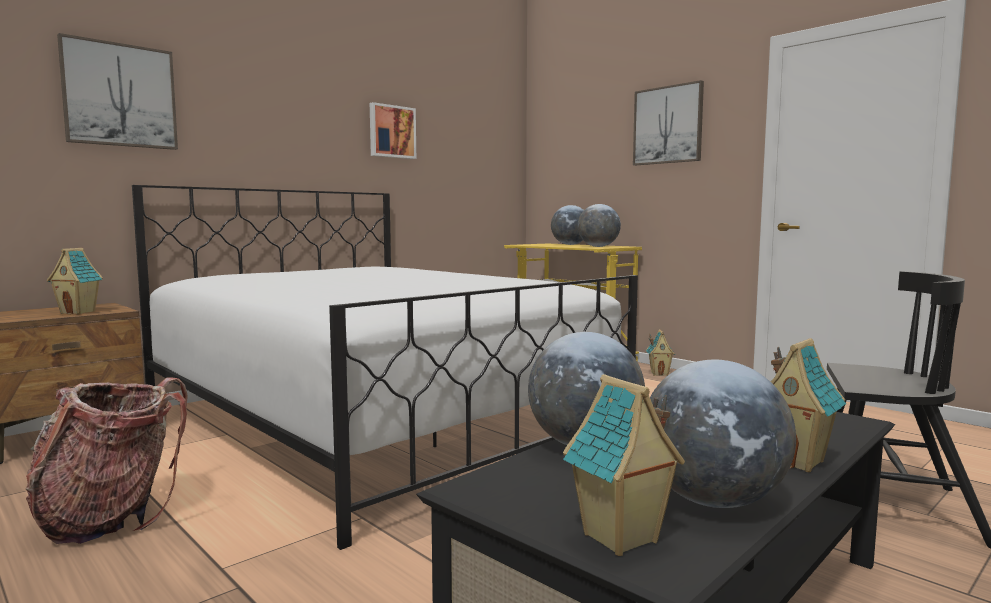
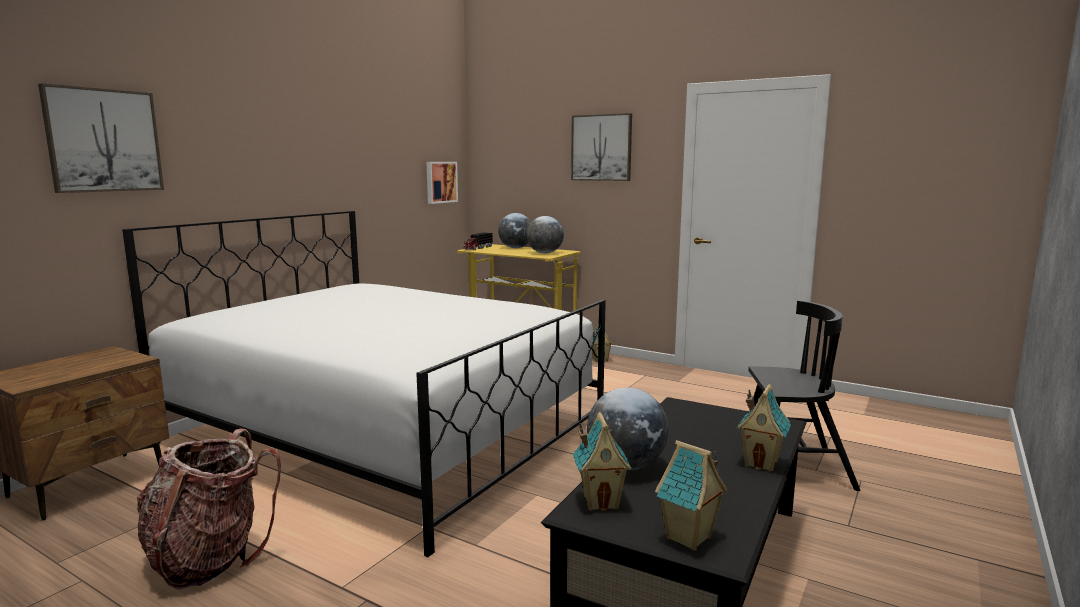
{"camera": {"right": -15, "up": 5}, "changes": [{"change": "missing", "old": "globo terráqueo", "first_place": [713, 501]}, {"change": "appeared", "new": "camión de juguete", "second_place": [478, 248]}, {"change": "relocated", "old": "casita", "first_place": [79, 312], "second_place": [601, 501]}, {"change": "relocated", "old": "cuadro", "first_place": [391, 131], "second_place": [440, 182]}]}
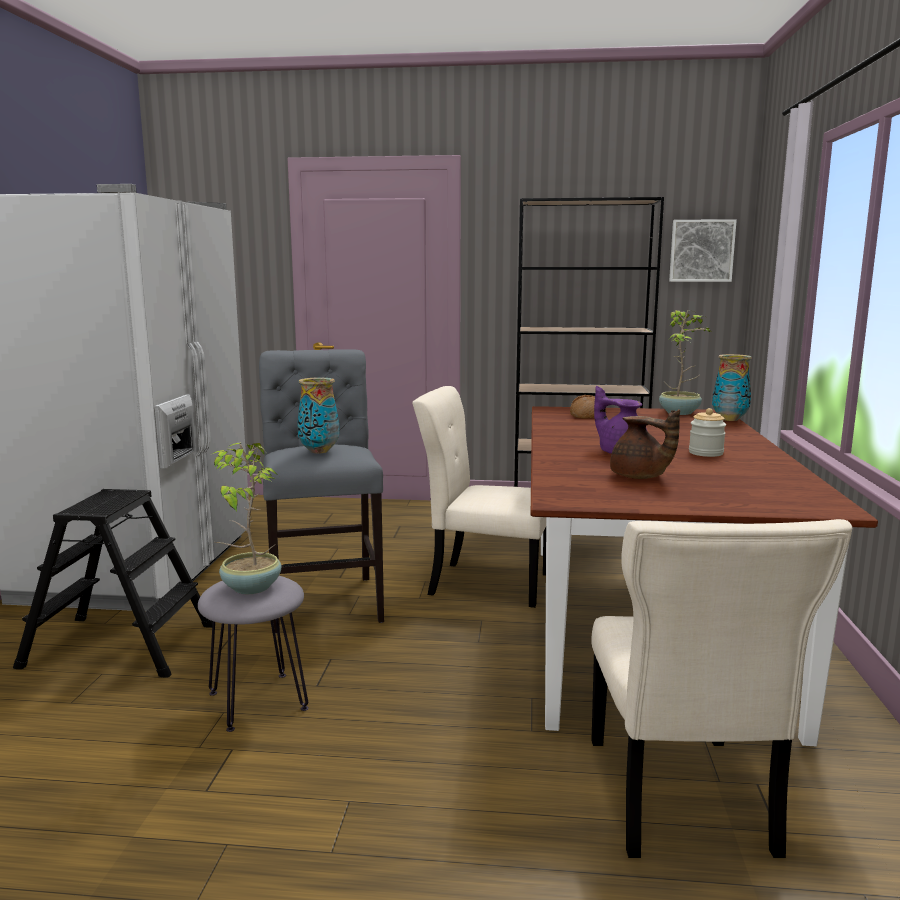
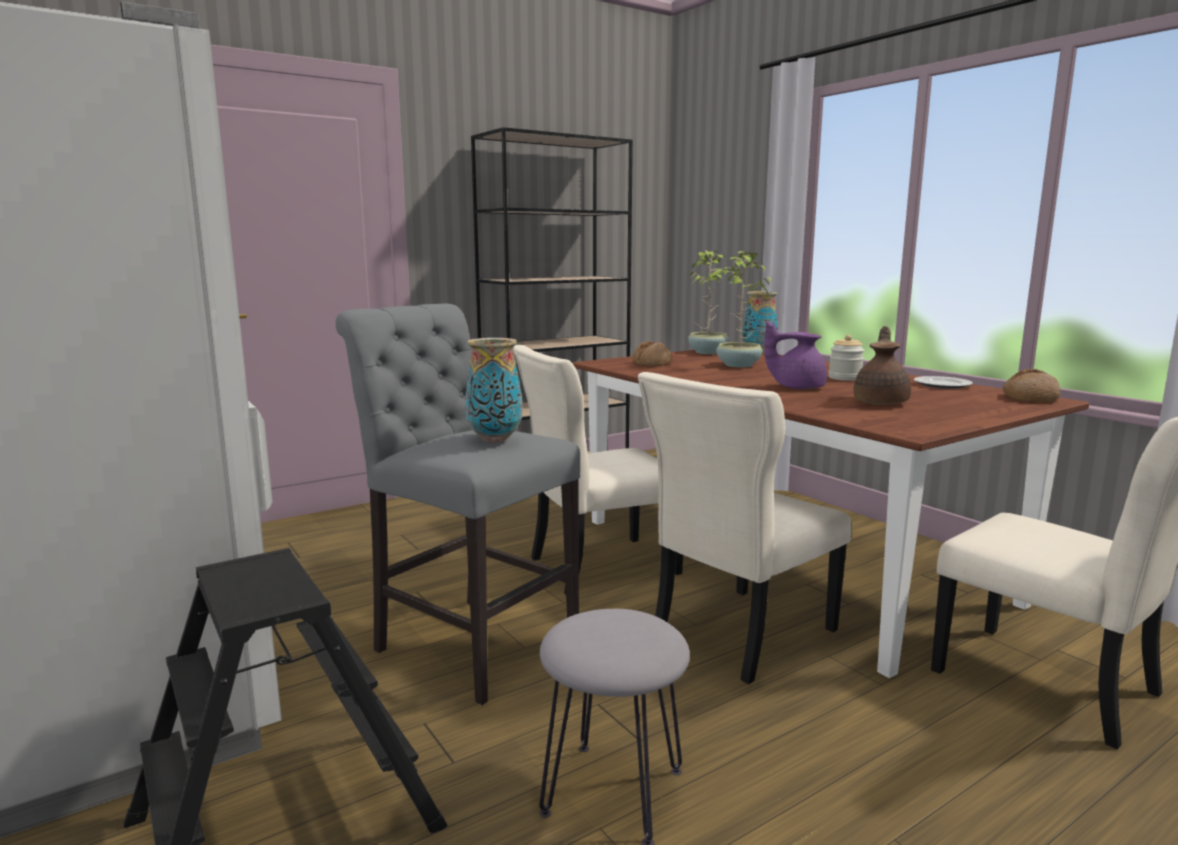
{"camera": {"right": -40, "up": 0}, "changes": [{"change": "missing", "old": "cuadro", "first_place": [701, 251]}, {"change": "appeared", "new": "silla (beis)", "second_place": [738, 635]}, {"change": "appeared", "new": "plato", "second_place": [942, 385]}, {"change": "appeared", "new": "pan", "second_place": [1030, 398]}, {"change": "relocated", "old": "planta en maceta", "first_place": [250, 588], "second_place": [738, 365]}, {"change": "spun", "old": "tetera (marrón)", "first_place": [639, 477], "second_place": [881, 402], "degrees": -75}]}
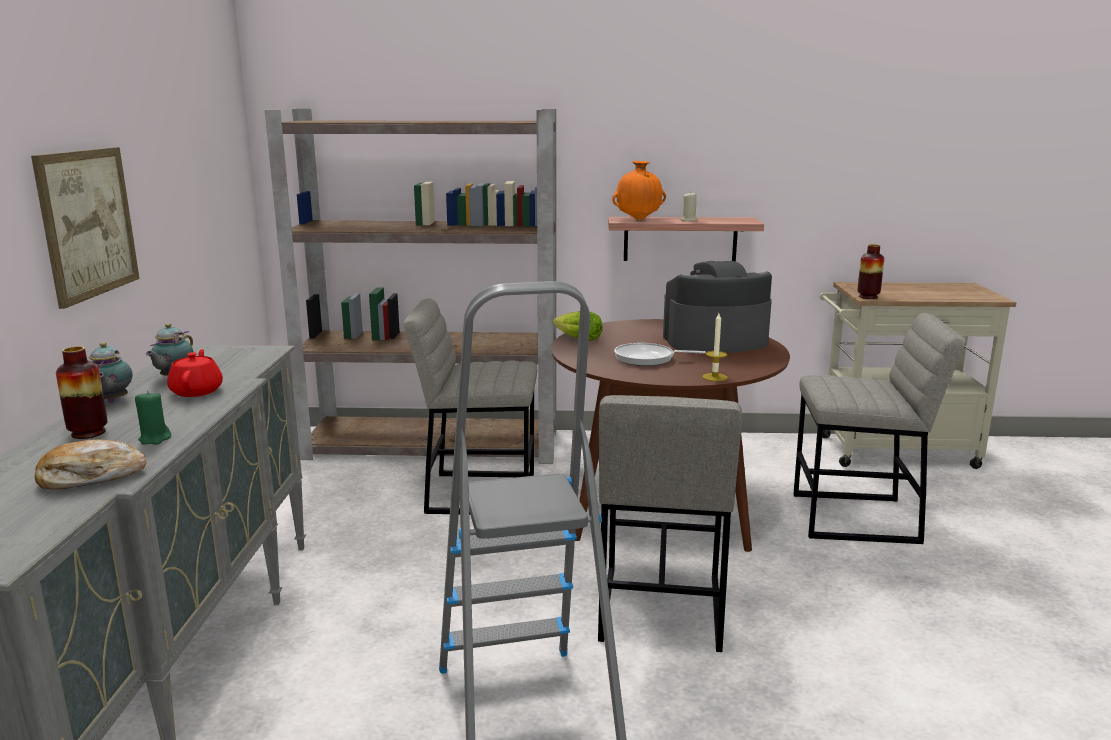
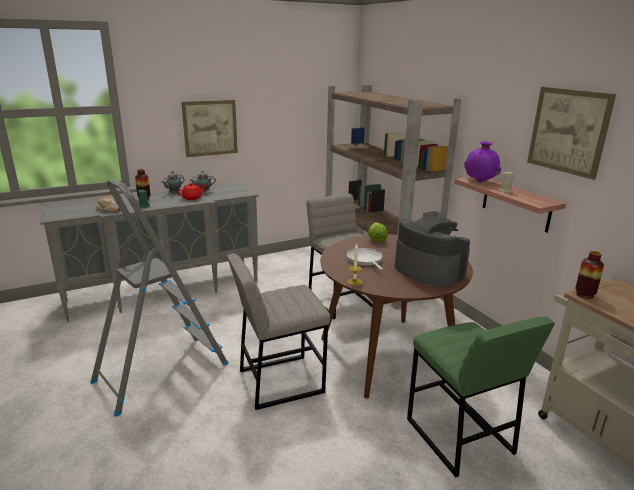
{"camera": {"right": 60, "up": 5}, "changes": [{"change": "appeared", "new": "cuadro", "second_place": [568, 131]}, {"change": "colour", "old": "florero (naranja)", "new": "florero (morado)", "first_place": [639, 220], "second_place": [480, 182]}, {"change": "colour", "old": "silla (gris)", "new": "silla (verde)", "first_place": [858, 518], "second_place": [461, 438]}]}
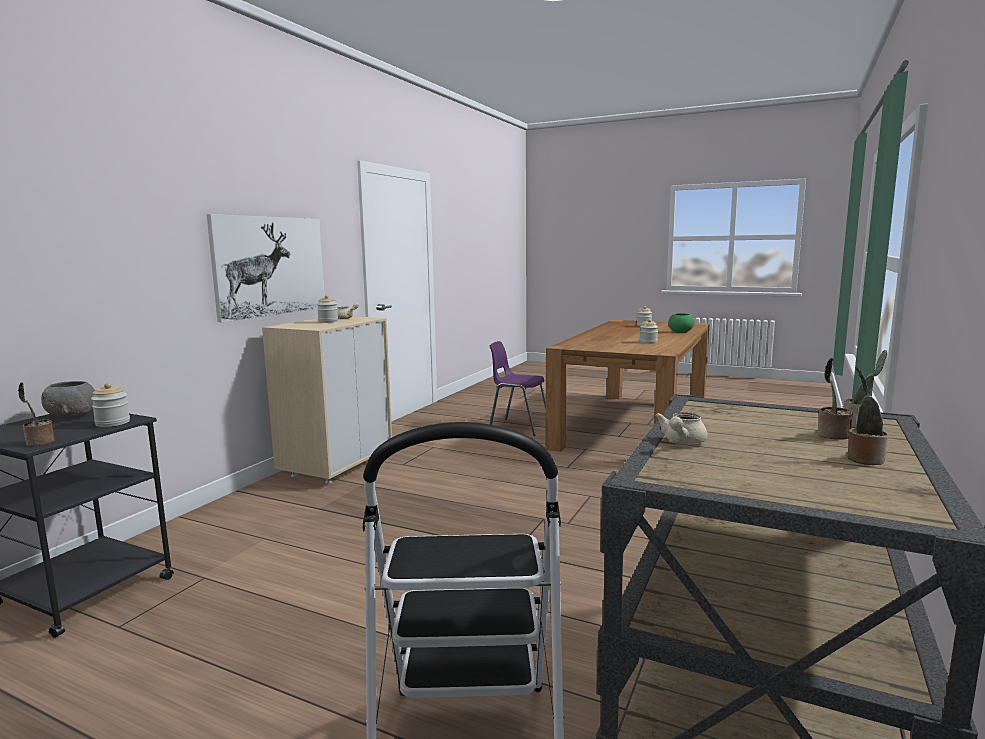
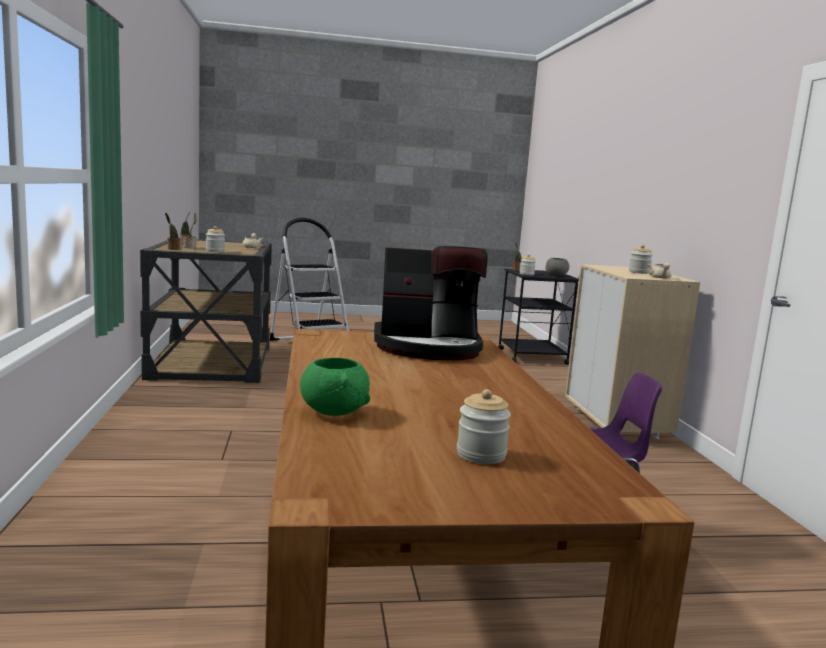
{"camera": {"right": 145, "up": 0}, "changes": [{"change": "missing", "old": "cuadro", "first_place": [270, 266]}, {"change": "appeared", "new": "cafetera", "second_place": [428, 347]}, {"change": "relocated", "old": "tarro", "first_place": [648, 342], "second_place": [215, 251]}]}
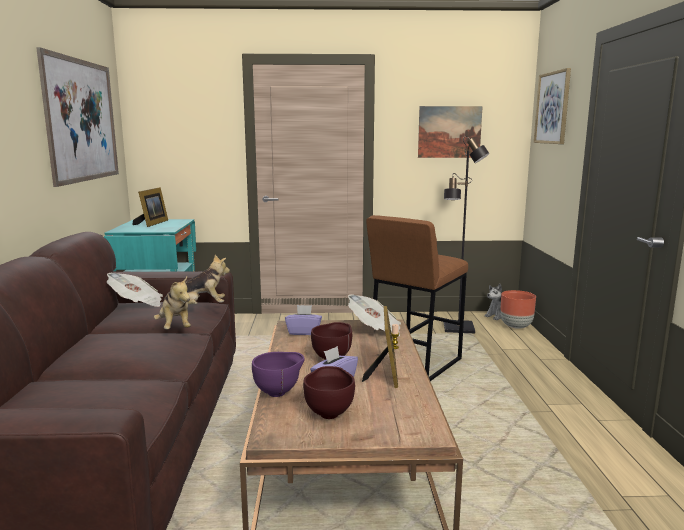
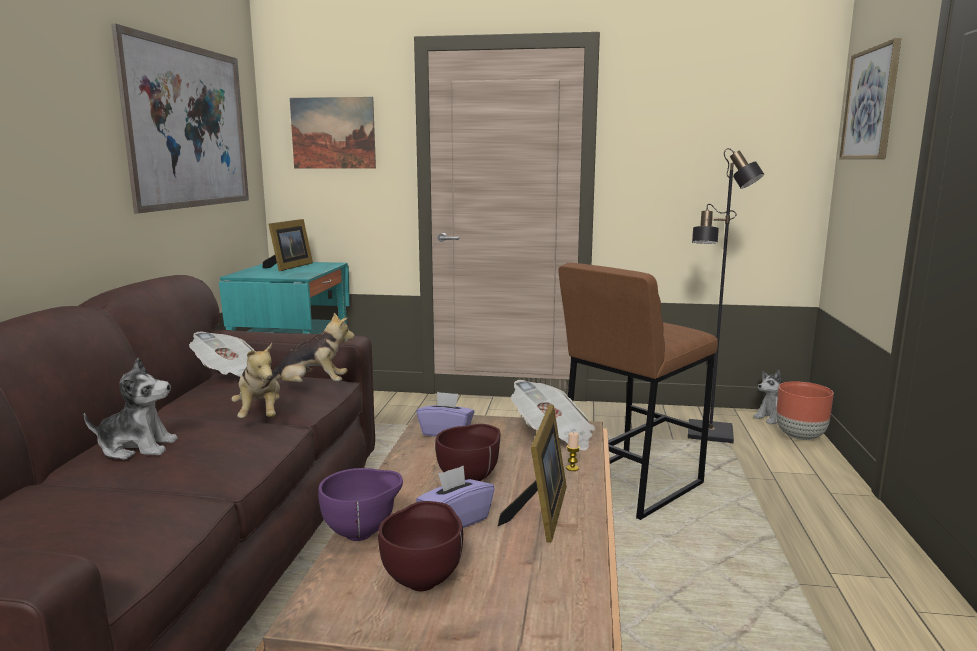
{"camera": {"right": 10, "up": 0}, "changes": [{"change": "appeared", "new": "peluche", "second_place": [137, 447]}, {"change": "relocated", "old": "cuadro", "first_place": [449, 132], "second_place": [333, 133]}]}
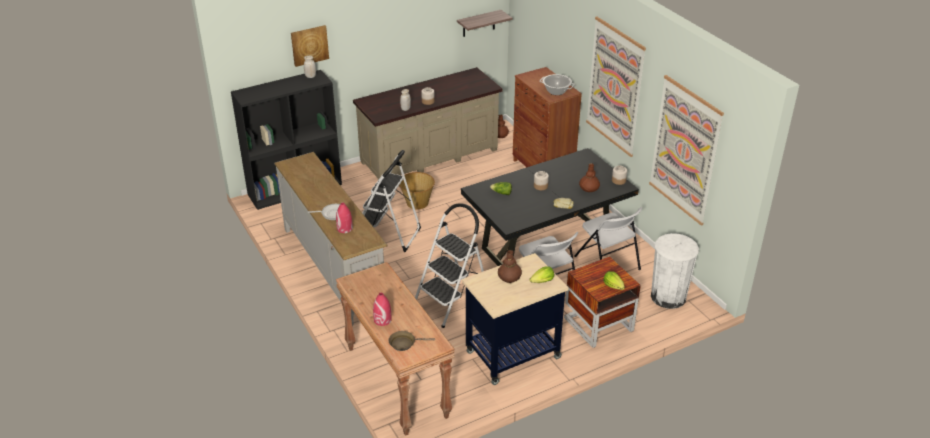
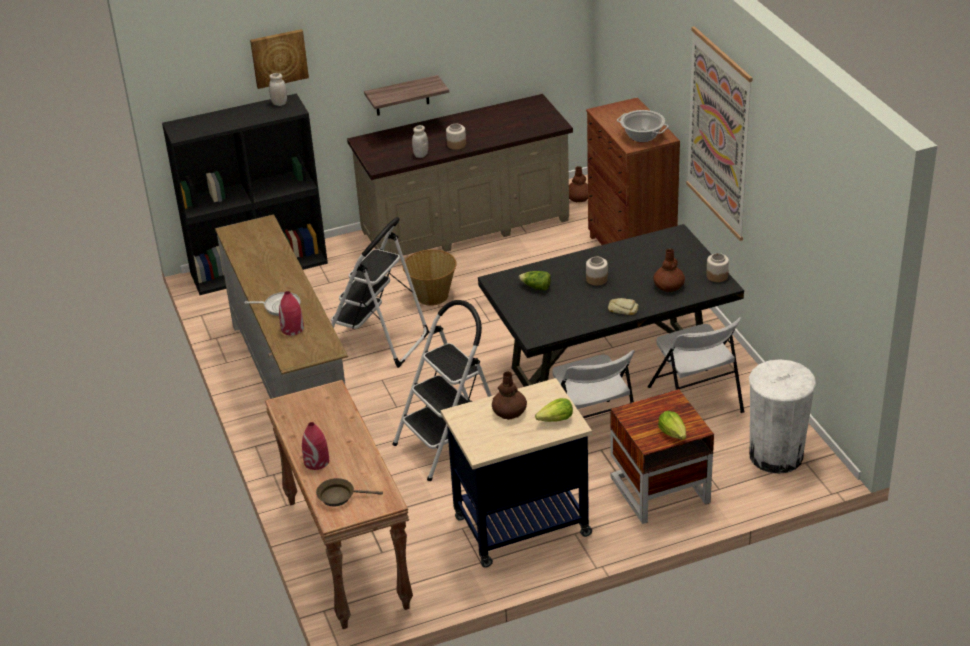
{"camera": {"right": 10, "up": 0}, "changes": [{"change": "missing", "old": "cuadro", "first_place": [684, 150]}, {"change": "relocated", "old": "estante", "first_place": [479, 23], "second_place": [402, 96]}]}
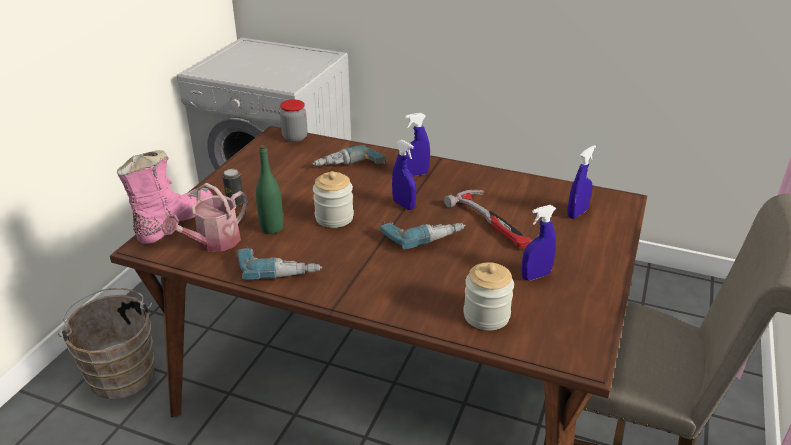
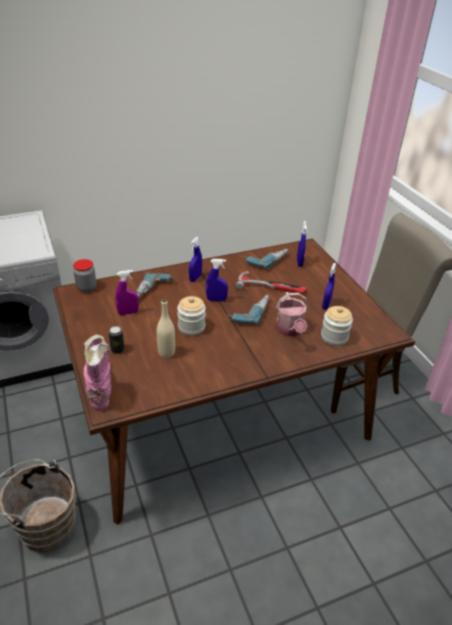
{"camera": {"right": -45, "up": 5}, "changes": [{"change": "appeared", "new": "pulverizador (morado)", "second_place": [128, 312]}, {"change": "relocated", "old": "regadera", "first_place": [213, 243], "second_place": [290, 330]}, {"change": "relocated", "old": "taladro", "first_place": [280, 268], "second_place": [266, 259]}, {"change": "colour", "old": "botella (verde)", "new": "botella (beis)", "first_place": [272, 228], "second_place": [166, 353]}]}
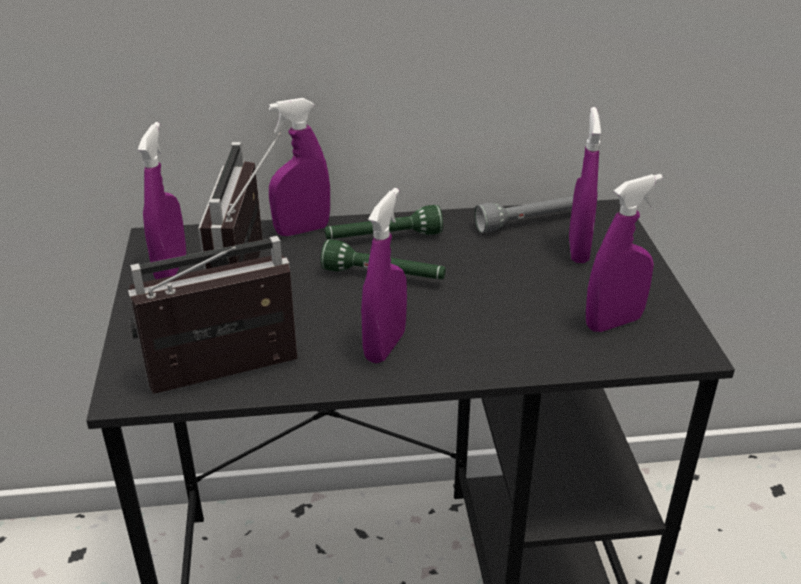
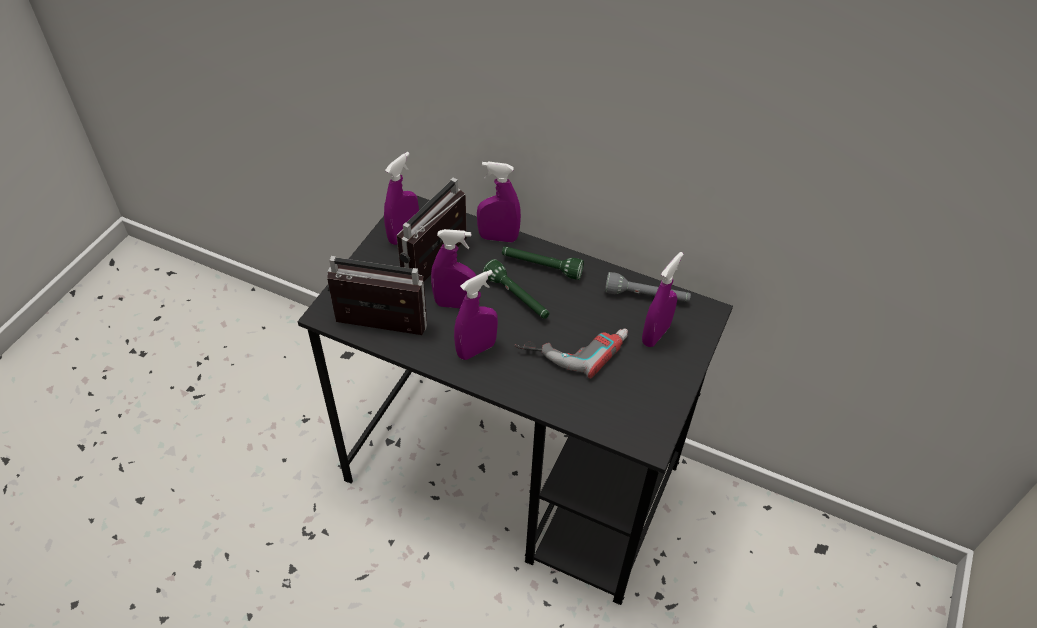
{"camera": {"right": 30, "up": 15}, "changes": [{"change": "appeared", "new": "taladro", "second_place": [573, 344]}, {"change": "relocated", "old": "pulverizador (morado)", "first_place": [613, 322], "second_place": [455, 304]}]}
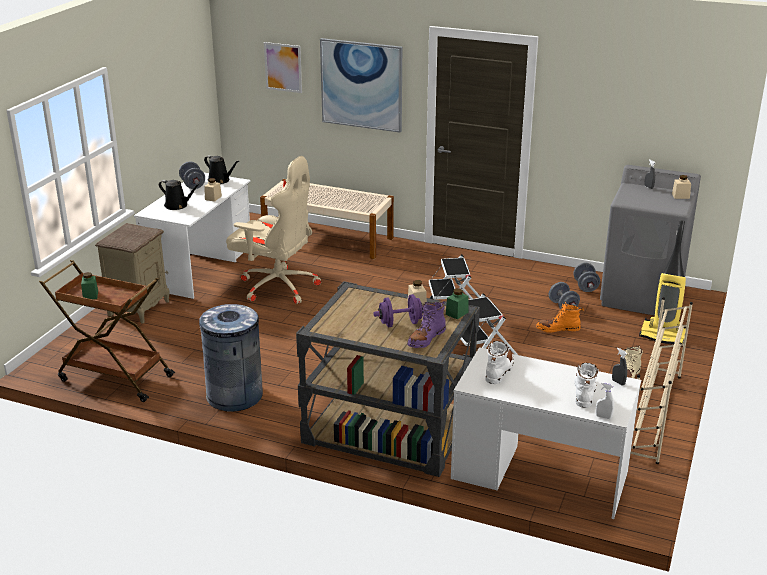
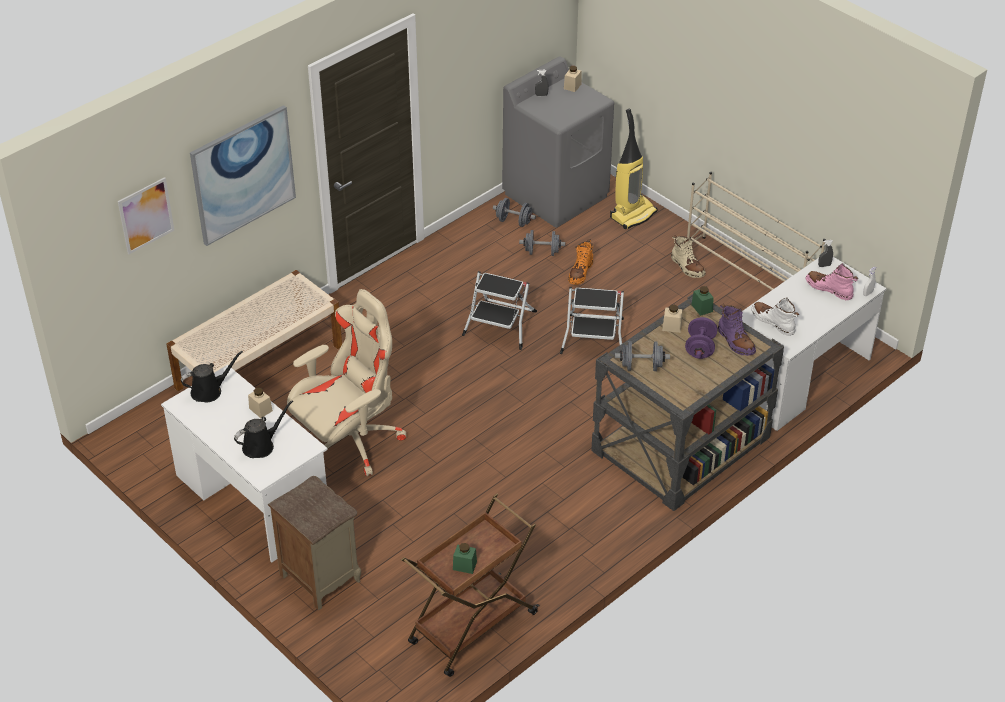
{"camera": {"right": -65, "up": 15}, "changes": [{"change": "missing", "old": "papelera (gris)", "first_place": [234, 396]}, {"change": "relocated", "old": "mancuerna (gris)", "first_place": [193, 185], "second_place": [641, 366]}, {"change": "colour", "old": "bota (blanco)", "new": "bota (rosa)", "first_place": [584, 392], "second_place": [829, 289]}]}
